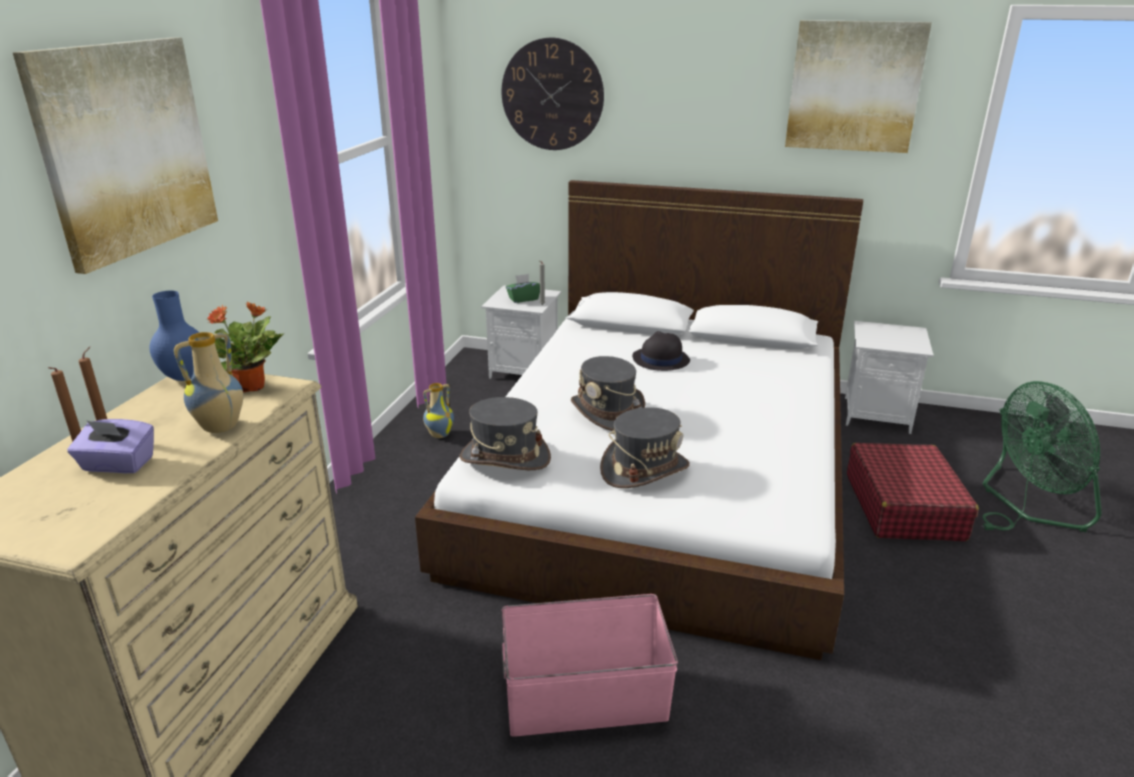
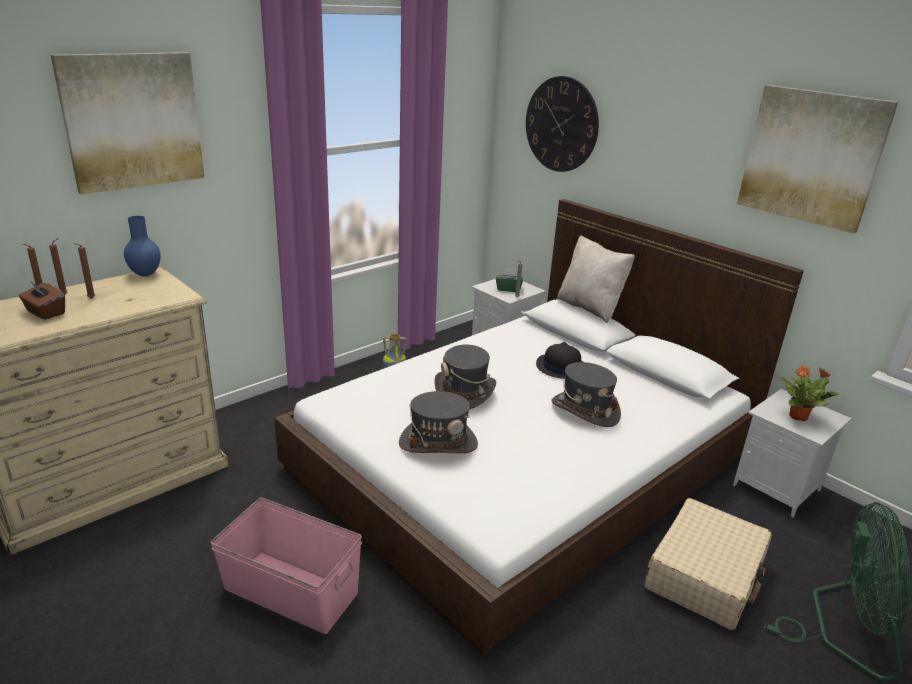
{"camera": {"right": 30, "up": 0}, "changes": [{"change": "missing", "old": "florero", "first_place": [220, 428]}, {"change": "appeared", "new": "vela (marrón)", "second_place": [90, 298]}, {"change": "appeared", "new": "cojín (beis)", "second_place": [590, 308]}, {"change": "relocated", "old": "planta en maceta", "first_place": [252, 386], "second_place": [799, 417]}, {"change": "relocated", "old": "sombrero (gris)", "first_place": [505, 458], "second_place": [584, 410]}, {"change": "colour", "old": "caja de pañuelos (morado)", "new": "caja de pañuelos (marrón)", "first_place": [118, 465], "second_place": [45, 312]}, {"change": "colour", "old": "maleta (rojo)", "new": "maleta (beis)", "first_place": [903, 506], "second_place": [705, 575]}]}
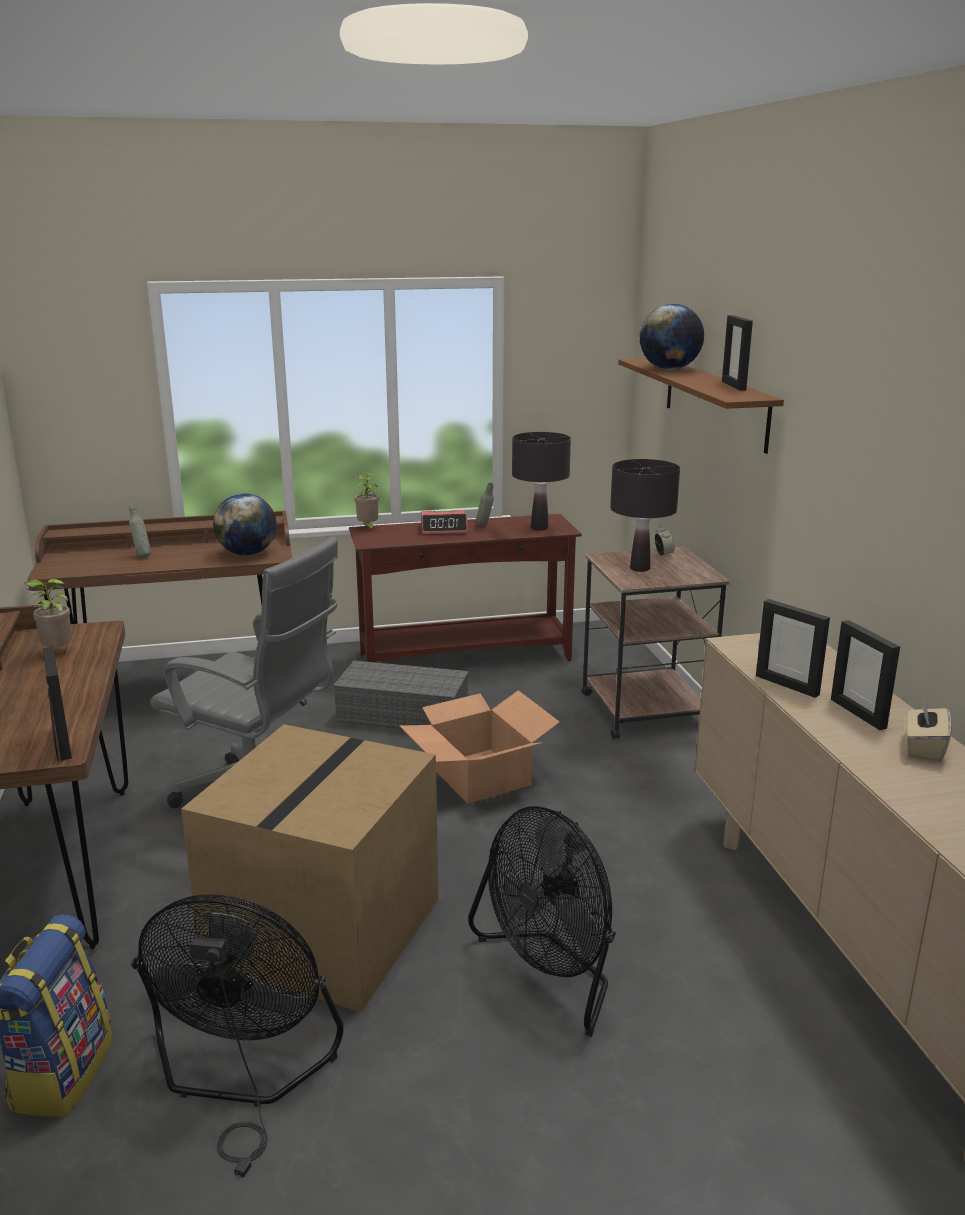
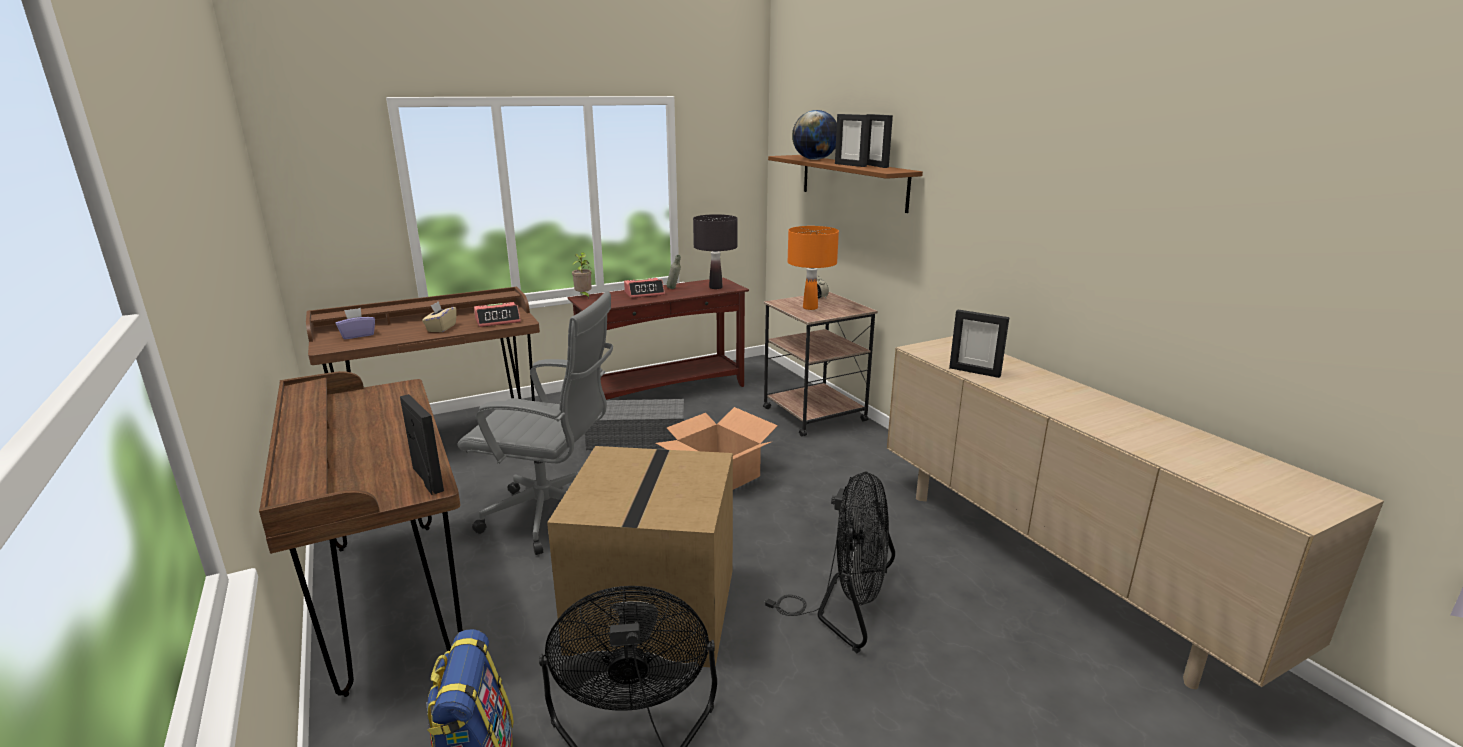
{"camera": {"right": -15, "up": 0}, "changes": [{"change": "missing", "old": "planta en maceta", "first_place": [56, 653]}, {"change": "missing", "old": "botella (gris)", "first_place": [142, 556]}, {"change": "appeared", "new": "caja de pañuelos (morado)", "second_place": [357, 335]}, {"change": "relocated", "old": "portarretratos", "first_place": [859, 713], "second_place": [851, 165]}, {"change": "relocated", "old": "caja de pañuelos (beis)", "first_place": [923, 748], "second_place": [441, 328]}, {"change": "exchanged", "old": "globo terráqueo", "new": "despertador", "first_place": [248, 553], "second_place": [498, 321]}, {"change": "colour", "old": "lámpara de mesa (negro)", "new": "lámpara de mesa (naranja)", "first_place": [640, 568], "second_place": [810, 308]}, {"change": "spun", "old": "ventilador (negro)", "first_place": [554, 966], "second_place": [844, 604], "degrees": -105}]}
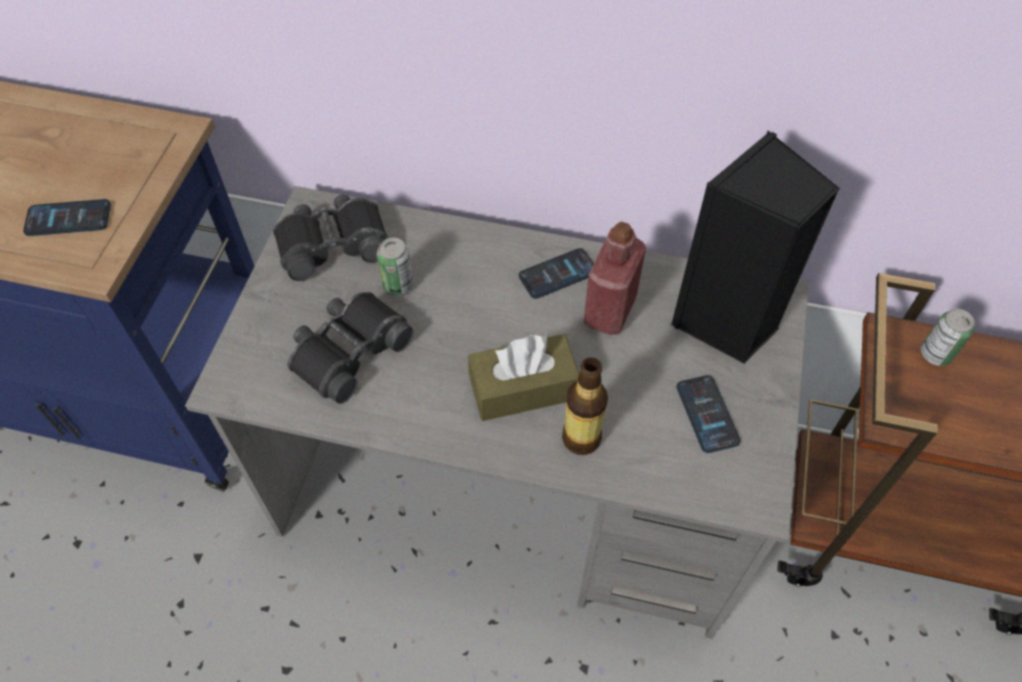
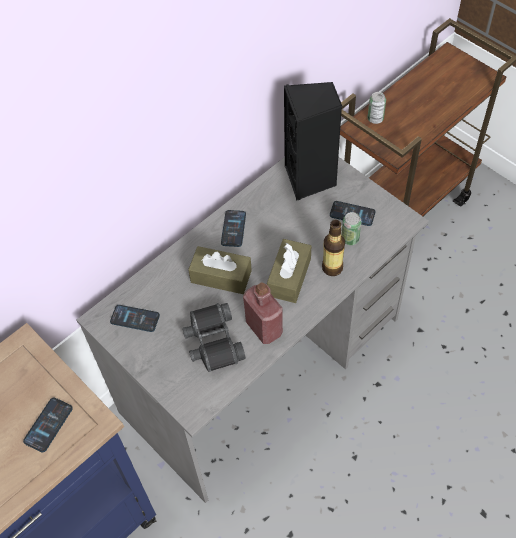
{"camera": {"right": -55, "up": 0}, "changes": [{"change": "appeared", "new": "caja de pañuelos (marrón)", "second_place": [221, 276]}, {"change": "relocated", "old": "lata", "first_place": [398, 285], "second_place": [350, 239]}, {"change": "relocated", "old": "botella (rojo)", "first_place": [609, 311], "second_place": [264, 328]}, {"change": "exchanged", "old": "prismáticos (negro)", "new": "móvil", "first_place": [332, 244], "second_place": [135, 318]}]}
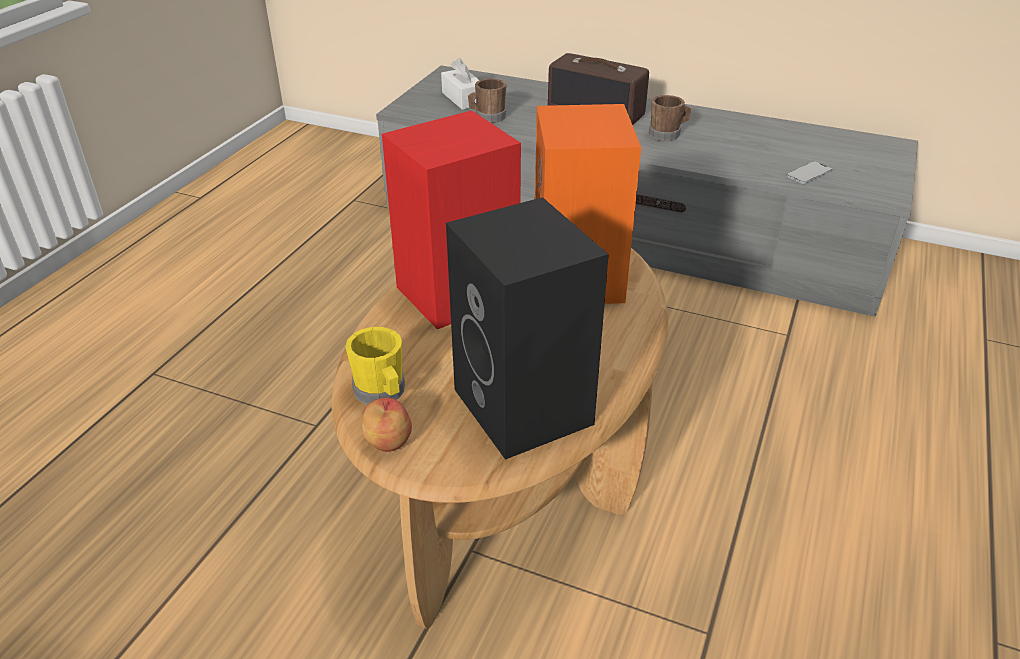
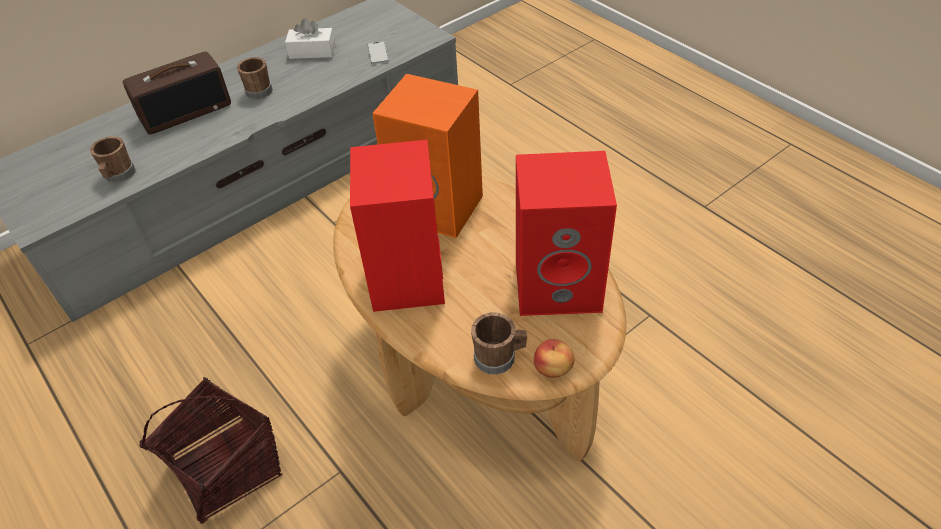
{"camera": {"right": -60, "up": 10}, "changes": [{"change": "appeared", "new": "cesta", "second_place": [225, 468]}, {"change": "relocated", "old": "caja de pañuelos (blanco)", "first_place": [463, 98], "second_place": [312, 51]}, {"change": "colour", "old": "taza grande (amarillo)", "new": "taza grande (marrón)", "first_place": [382, 393], "second_place": [499, 357]}, {"change": "colour", "old": "altavoz (negro)", "new": "altavoz (rojo)", "first_place": [527, 408], "second_place": [559, 284]}]}
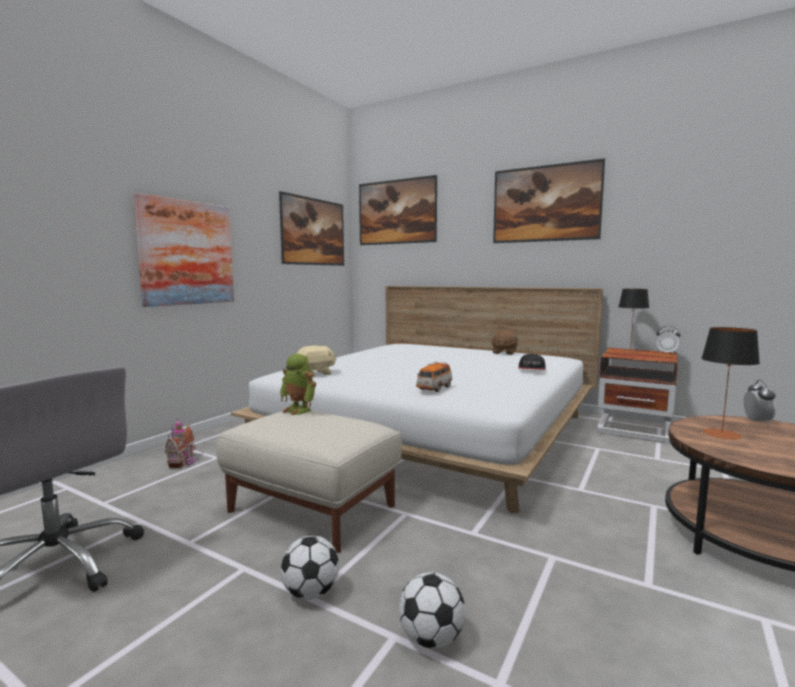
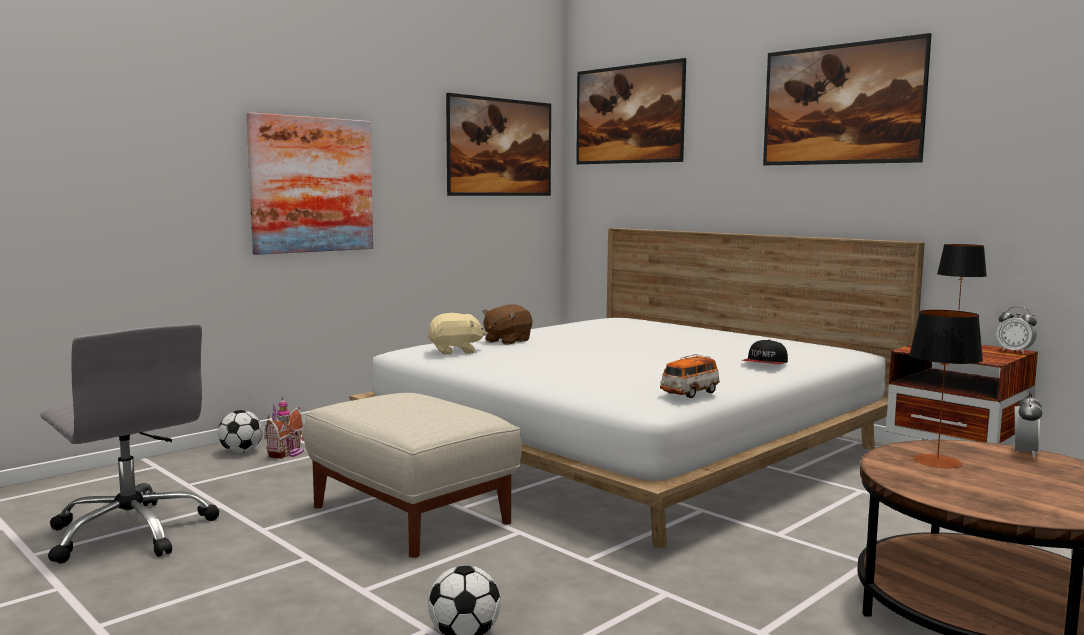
{"camera": {"right": 15, "up": 0}, "changes": [{"change": "missing", "old": "robot de juguete", "first_place": [299, 410]}, {"change": "relocated", "old": "balón de fútbol", "first_place": [311, 592], "second_place": [241, 451]}, {"change": "relocated", "old": "coche de juguete", "first_place": [434, 388], "second_place": [689, 393]}, {"change": "relocated", "old": "peluche (marrón)", "first_place": [504, 352], "second_place": [507, 341]}]}
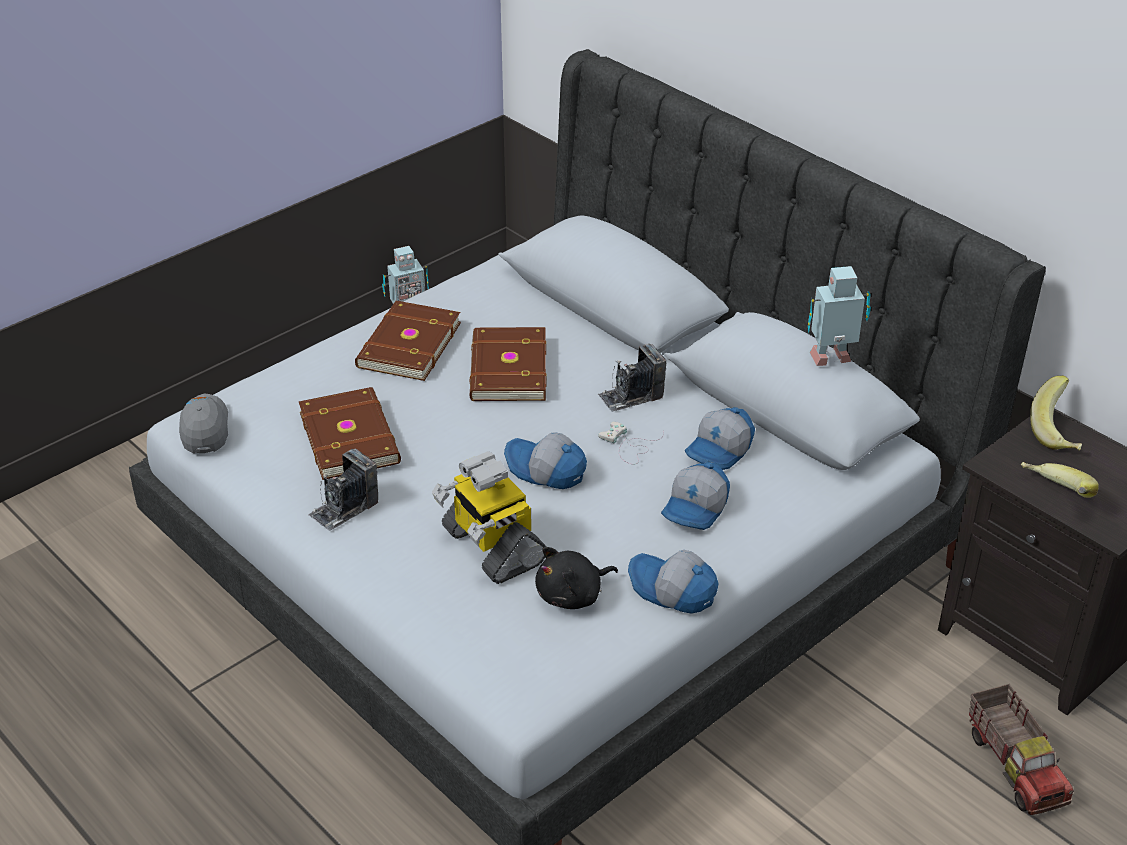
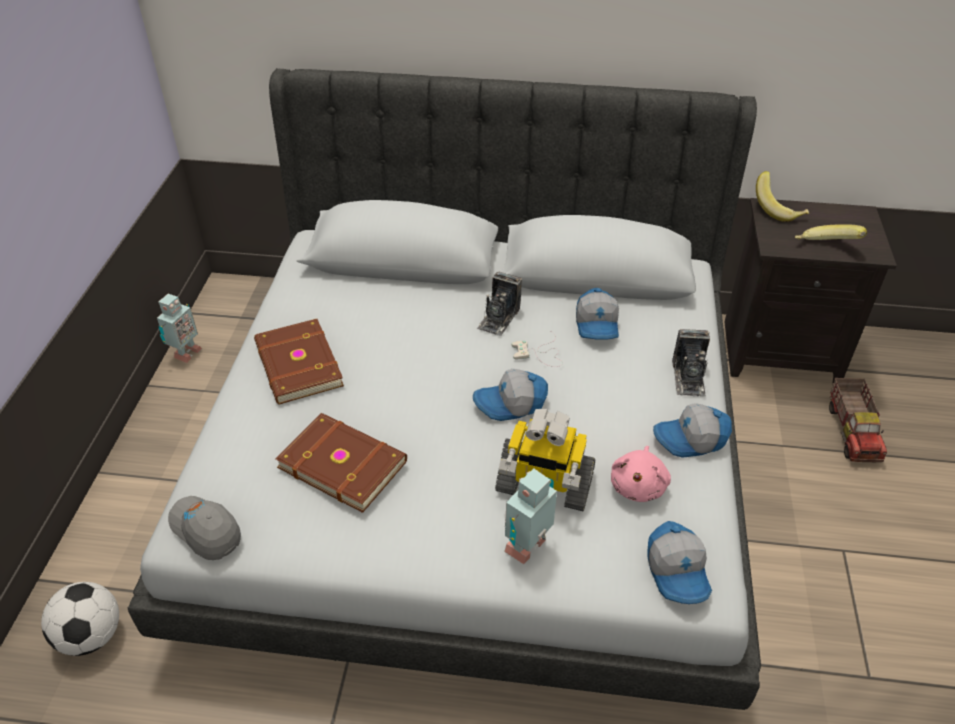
{"camera": {"right": -40, "up": 5}, "changes": [{"change": "missing", "old": "libro (marrón)", "first_place": [506, 369]}, {"change": "appeared", "new": "balón de fútbol", "second_place": [91, 636]}, {"change": "relocated", "old": "cámara", "first_place": [344, 508], "second_place": [688, 377]}, {"change": "relocated", "old": "gorra", "first_place": [696, 509], "second_place": [678, 571]}, {"change": "relocated", "old": "robot de juguete", "first_place": [832, 360], "second_place": [529, 547]}, {"change": "colour", "old": "peluche (negro)", "new": "peluche (rosa)", "first_place": [572, 595], "second_place": [638, 485]}, {"change": "spun", "old": "camión de juguete", "first_place": [1015, 765], "second_place": [853, 432], "degrees": 60}]}
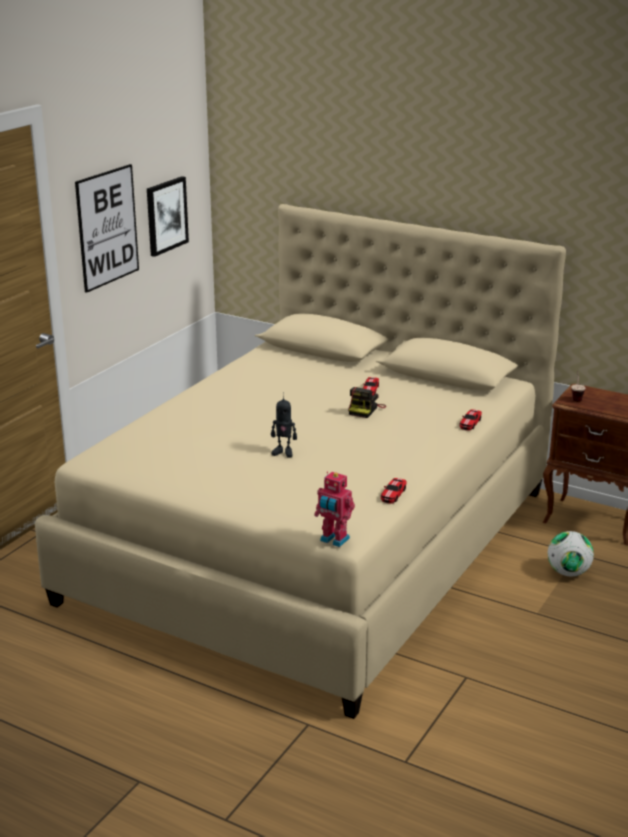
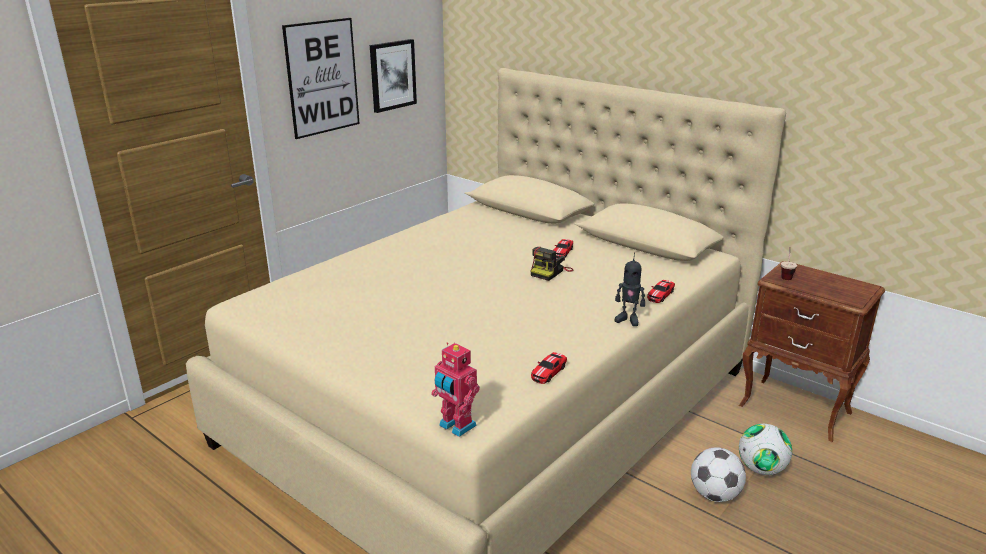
{"camera": {"right": 10, "up": 0}, "changes": [{"change": "appeared", "new": "balón de fútbol", "second_place": [714, 495]}, {"change": "relocated", "old": "robot de juguete", "first_place": [283, 452], "second_place": [628, 320]}]}
